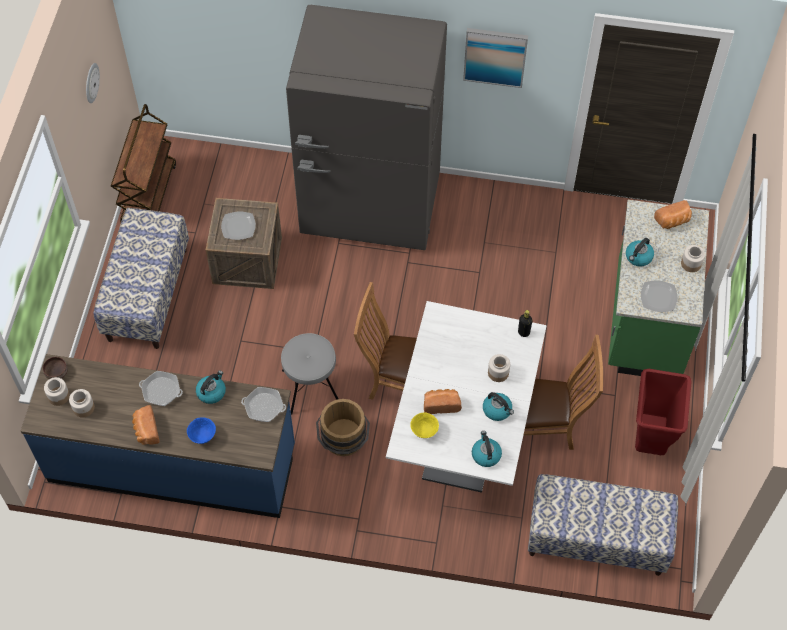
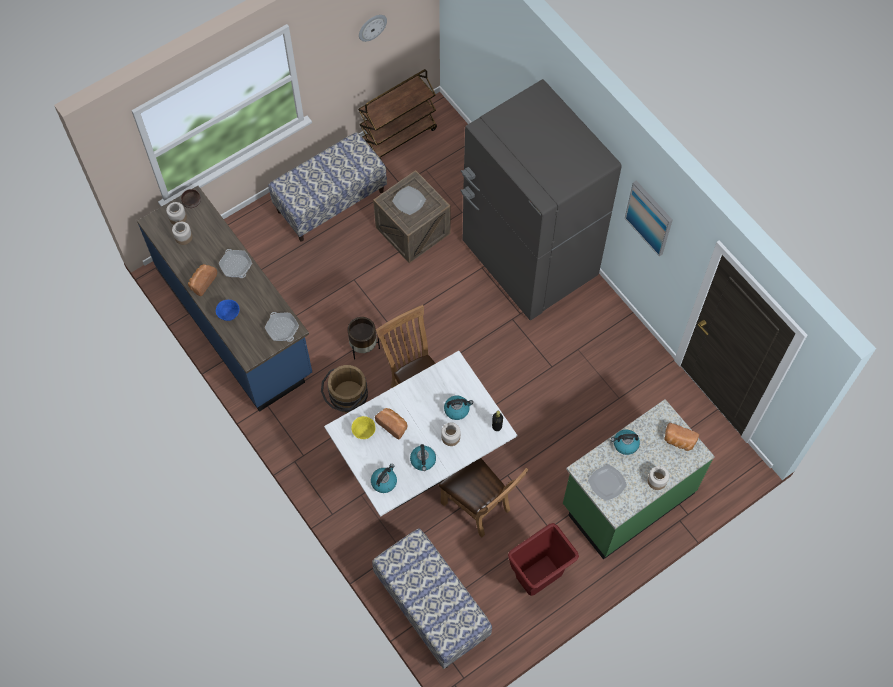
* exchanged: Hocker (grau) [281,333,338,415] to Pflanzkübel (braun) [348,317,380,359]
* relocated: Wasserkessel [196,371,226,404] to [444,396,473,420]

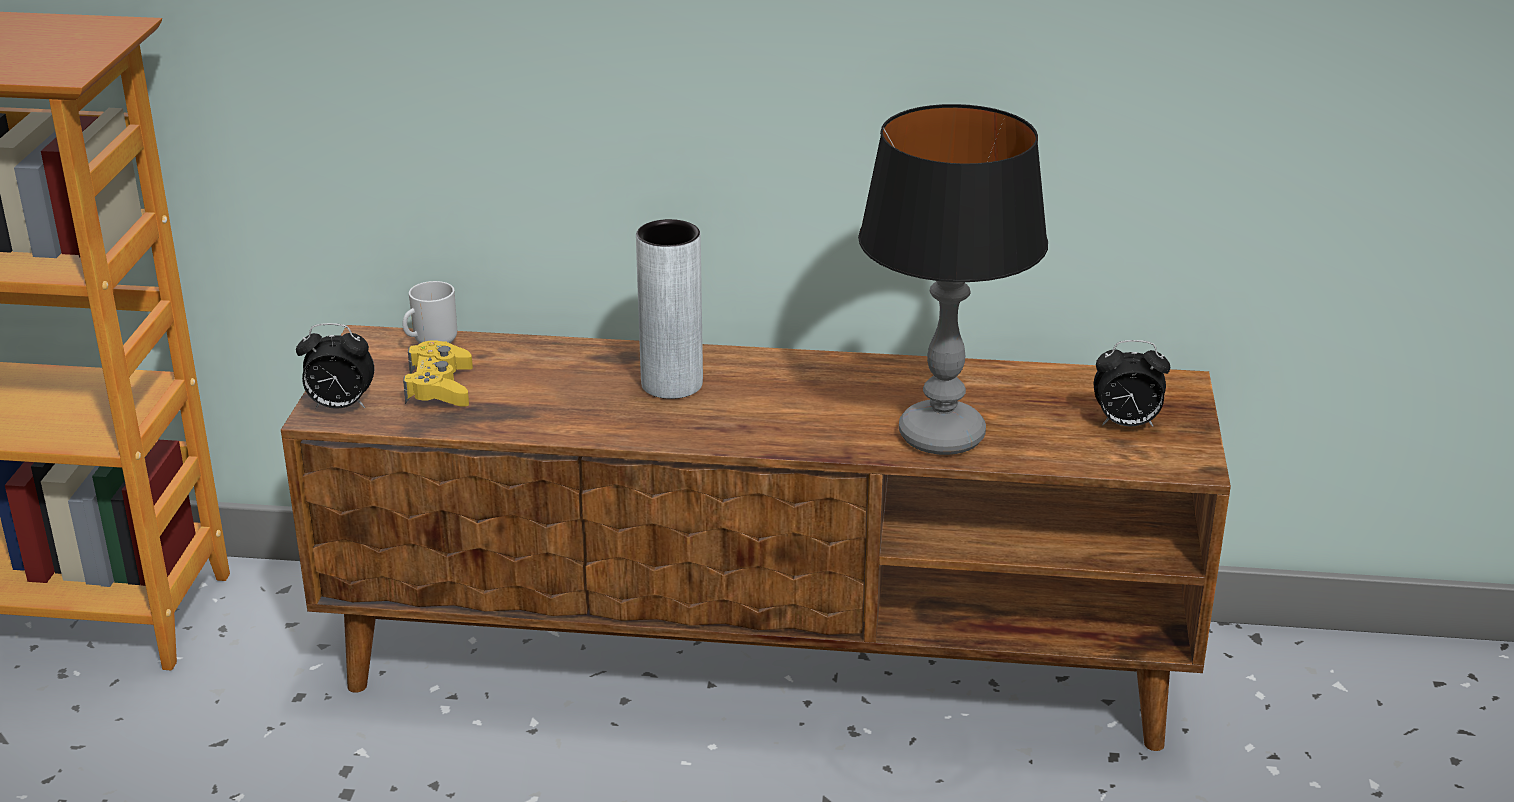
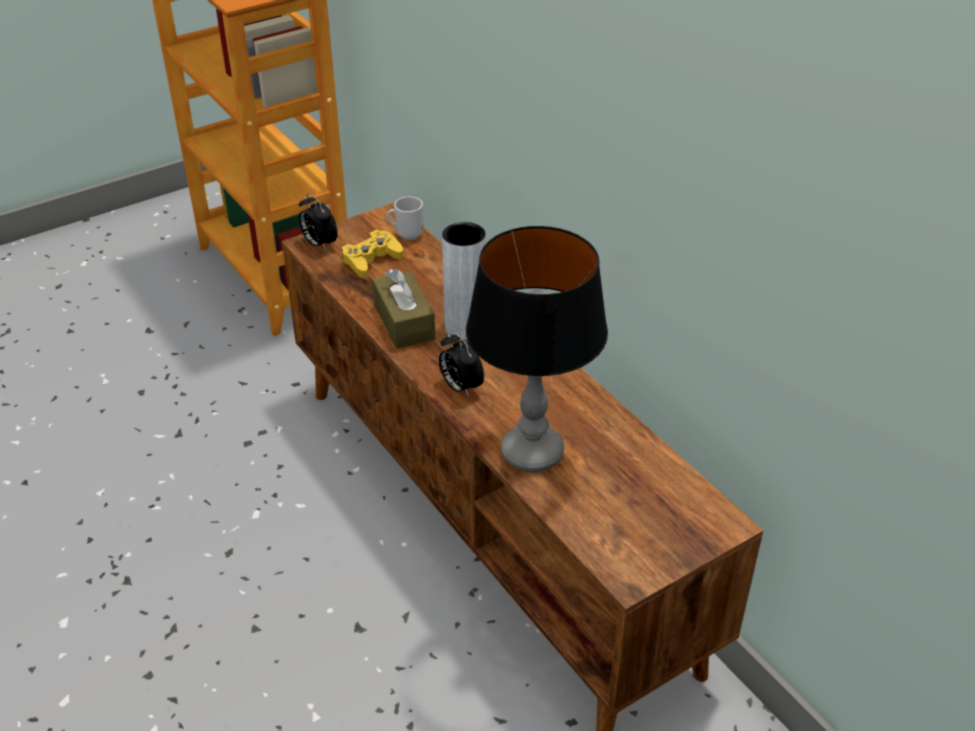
* appeared: Taschentuchbox (braun) [373,269,435,349]
* relocated: Wecker [1094,340,1170,427] to [439,332,484,397]

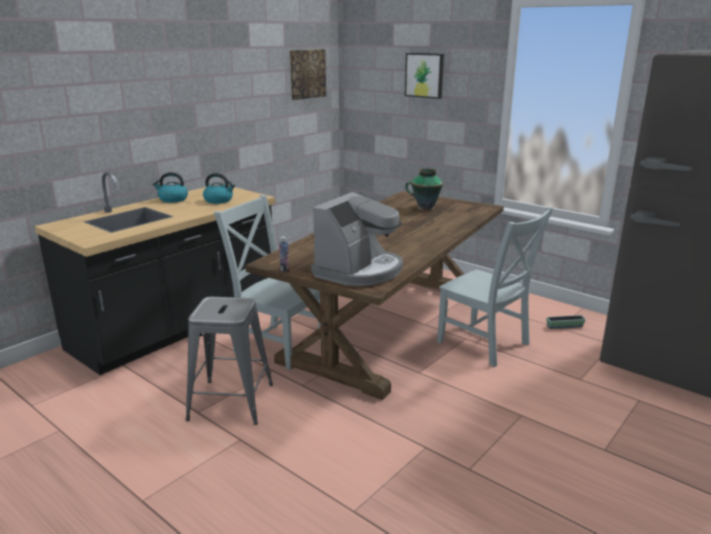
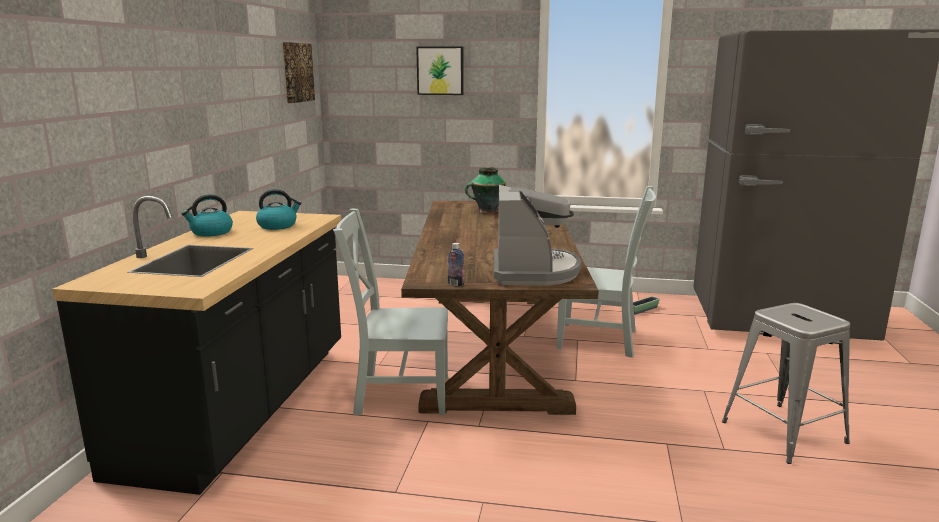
* relocated: Hocker (grau) [186,297,273,425] to [722,303,850,464]

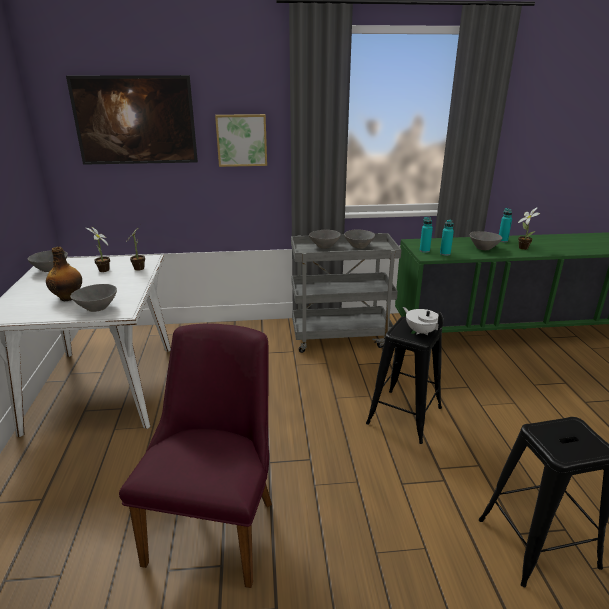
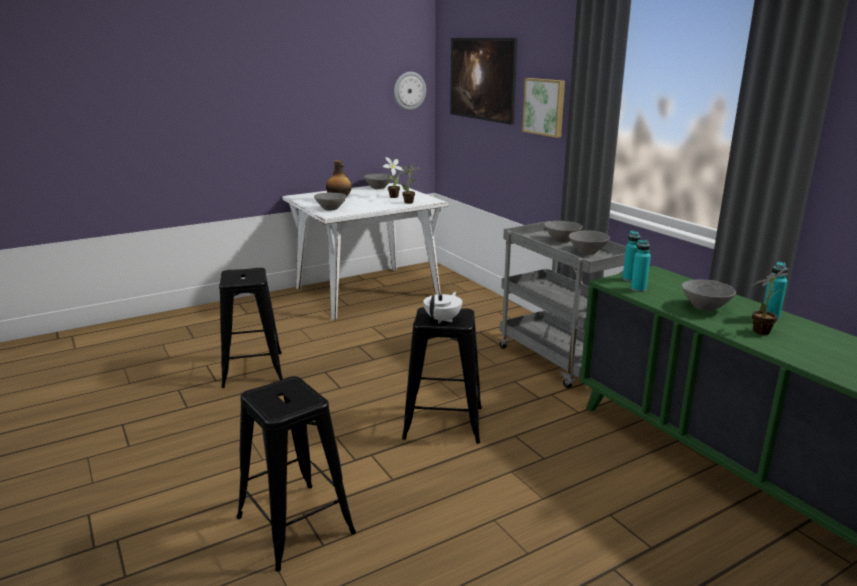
* exchanged: Stuhl (lila) [119,323,272,588] to Hocker (schwarz) [219,268,283,388]
* appeared: Wanduhr [394,72,426,110]

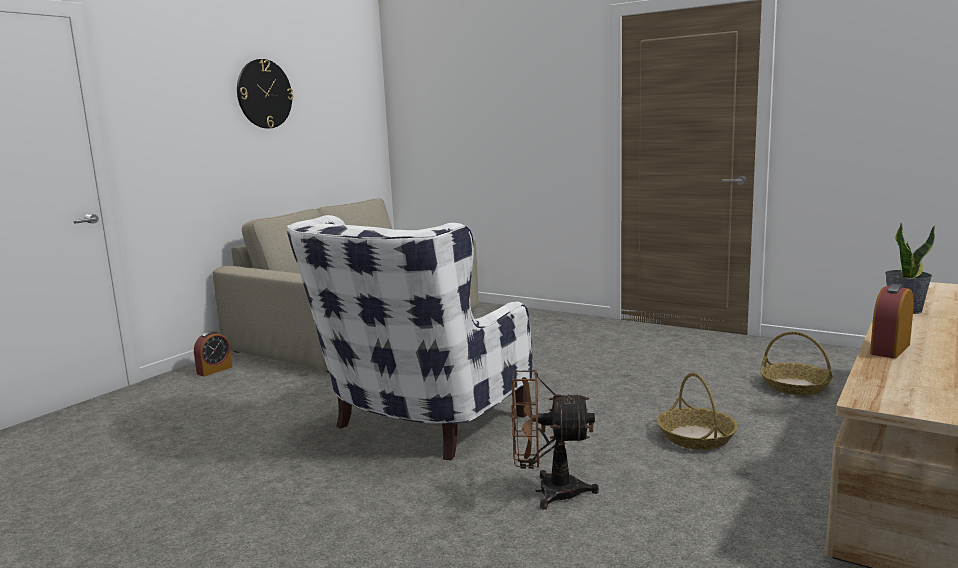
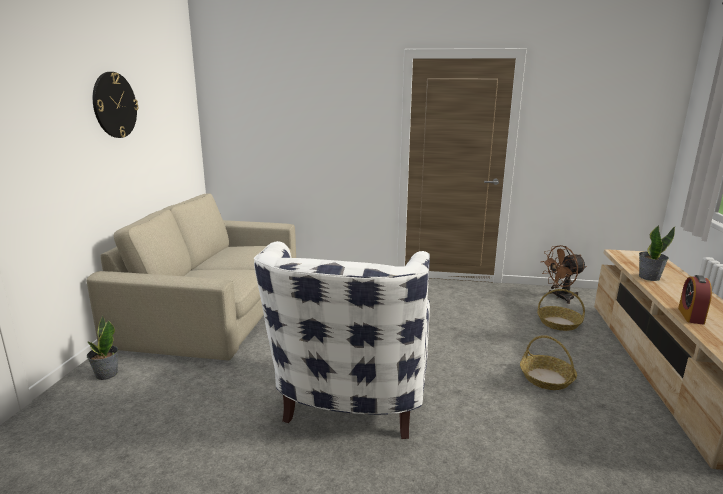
* exchanged: Wecker [194,331,232,376] to Topfpflanze [87,315,118,380]
* relocated: Ventilator (braun) [511,370,599,509] to [541,245,587,304]

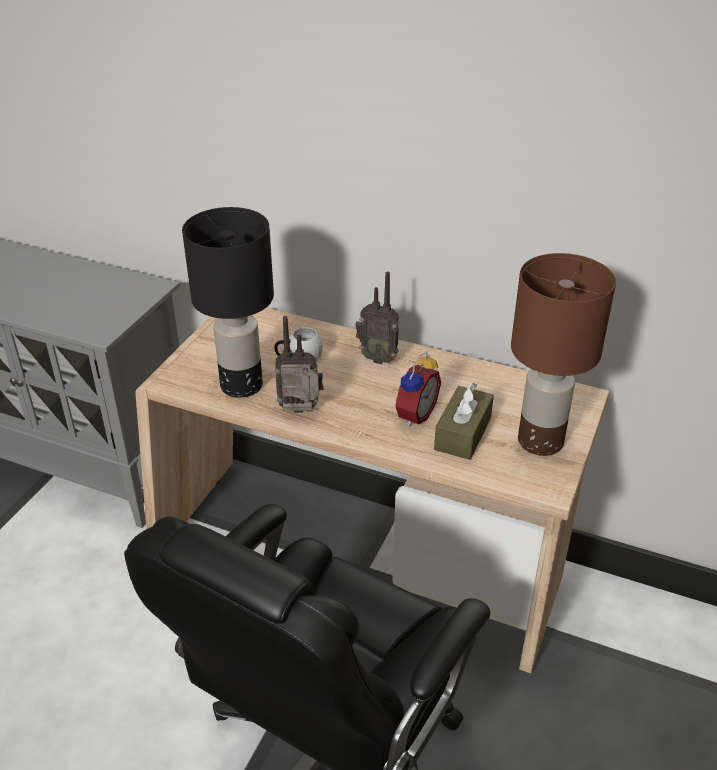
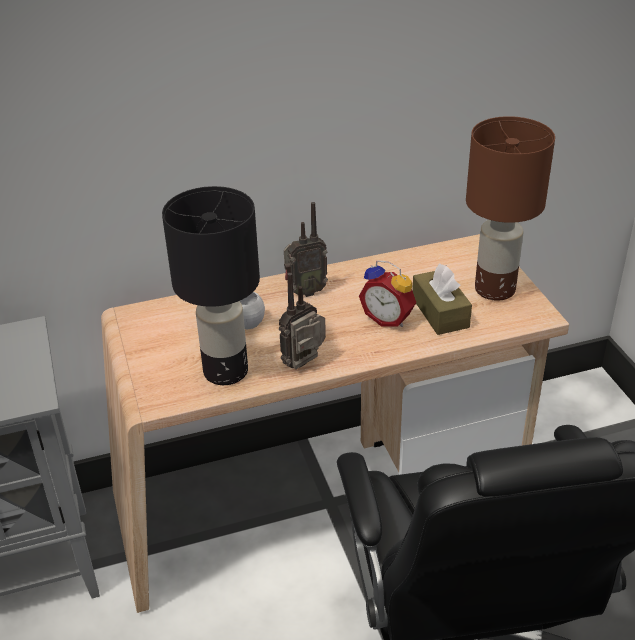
* spun: Wecker [392,352,441,427] = [359,260,416,327] 135 degrees clockwise

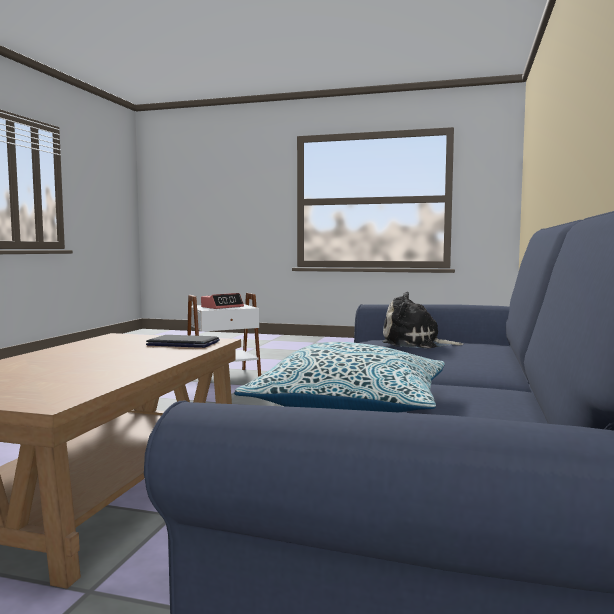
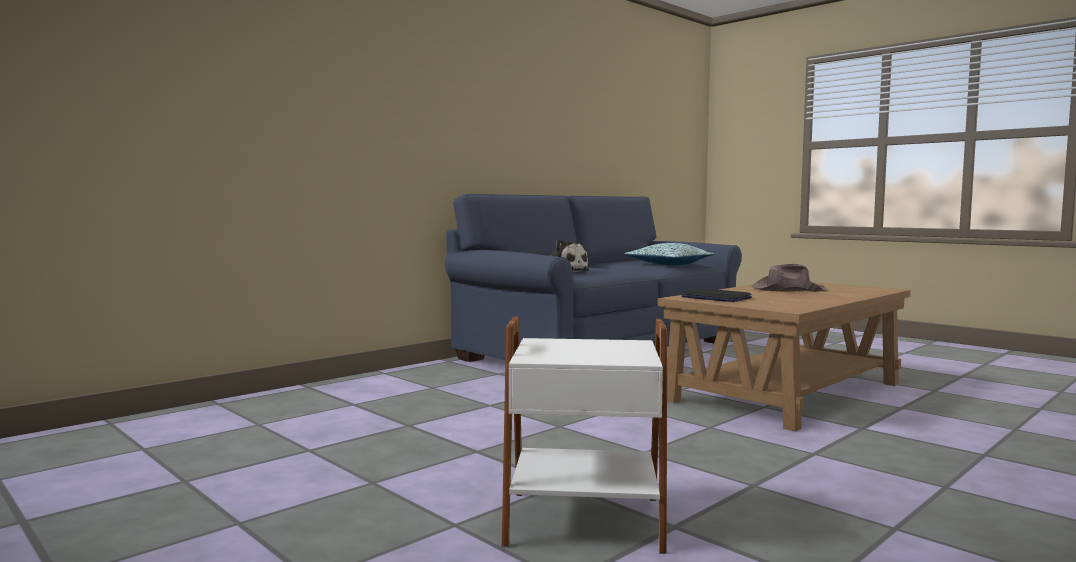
* appeared: Hut (braun) [751,264,827,292]
* missing: Wecker [201,293,244,309]

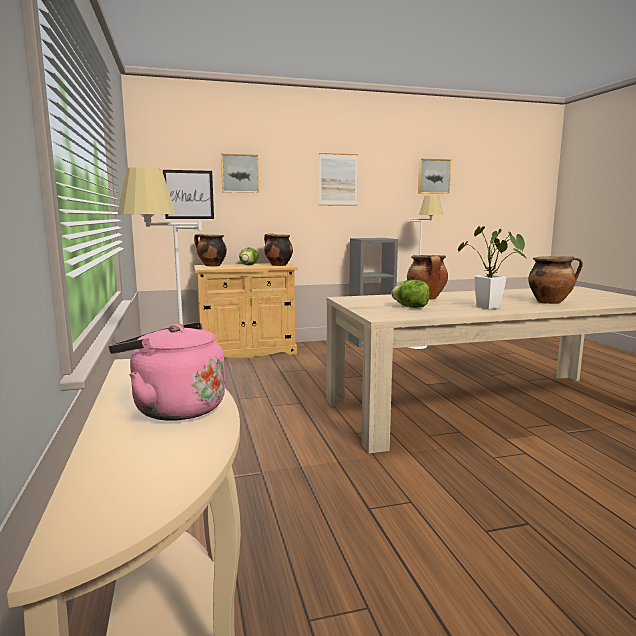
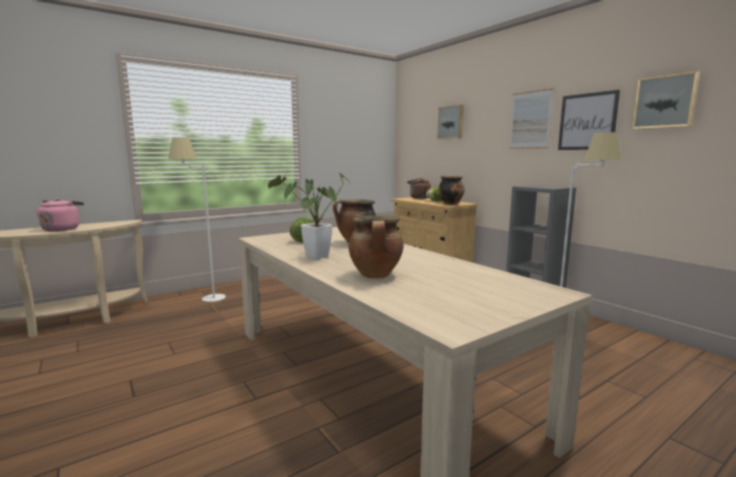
* exchanged: Kochtopf [194,234,227,266] to Wasserkessel (braun) [407,178,431,199]
* relocated: Bild [163,170,214,219] to [558,90,620,150]

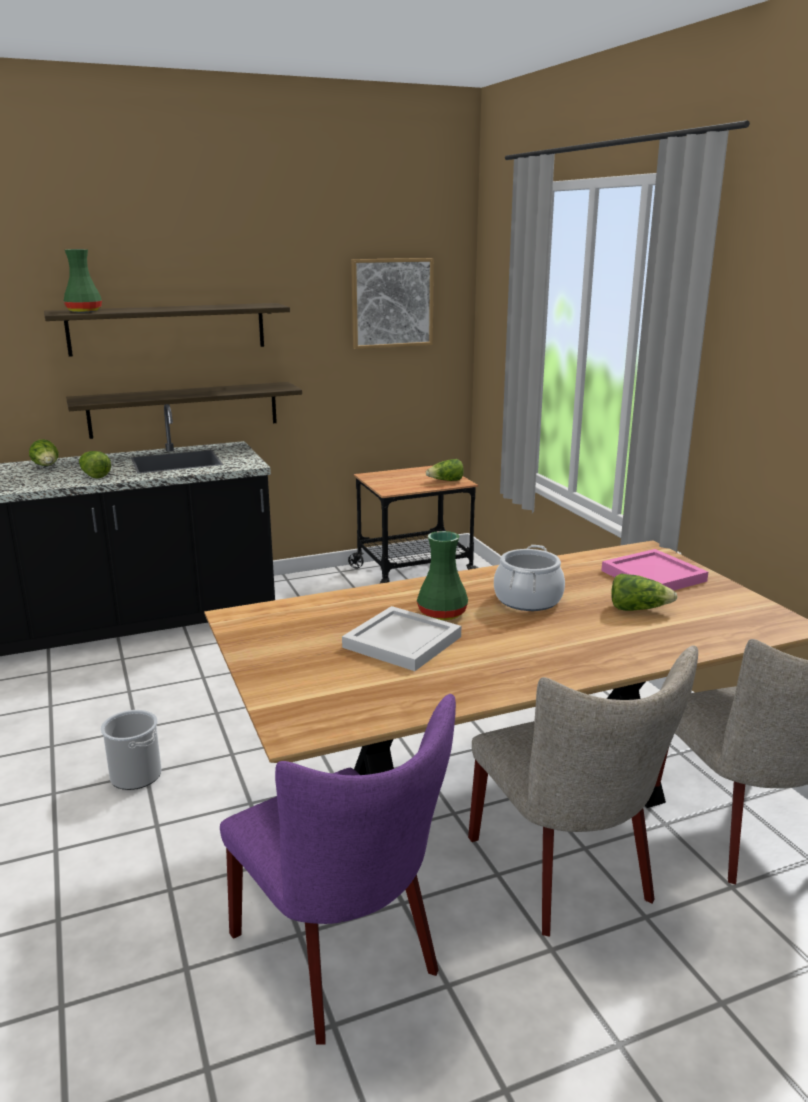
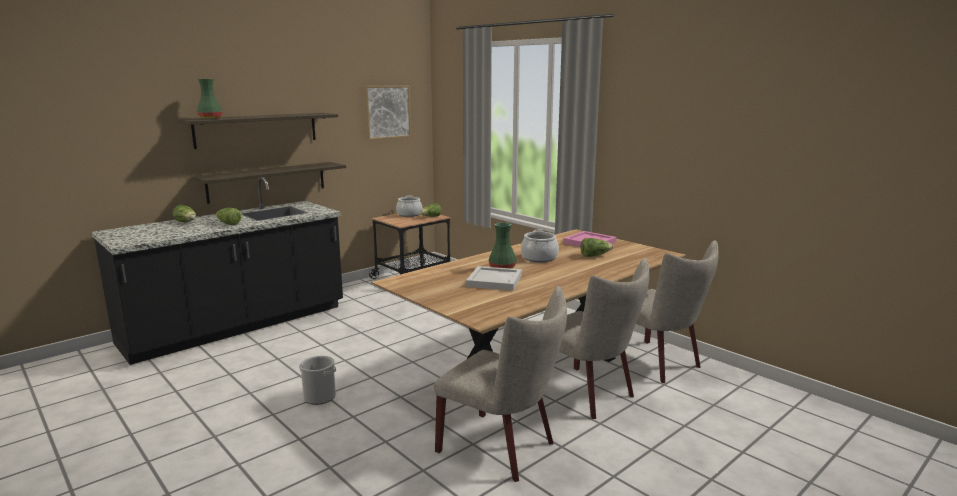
* appeared: Kochtopf [396,195,422,217]
* colour: Stuhl (lila) [220,694,456,1045] to Stuhl (beige) [434,286,567,482]

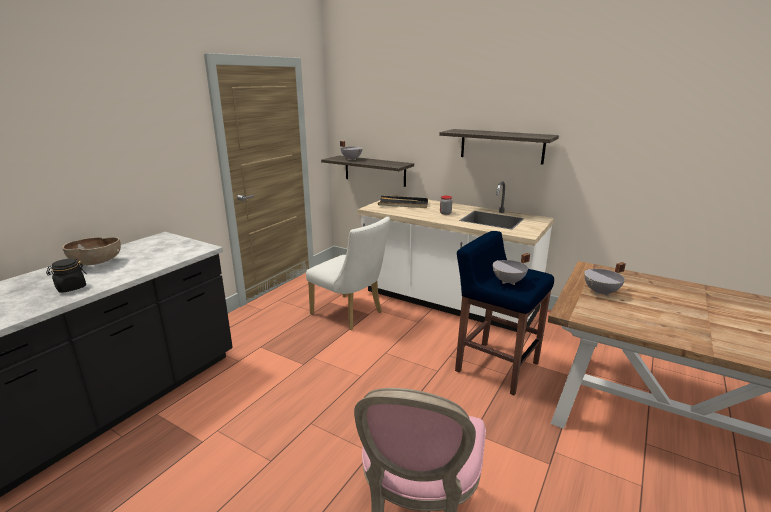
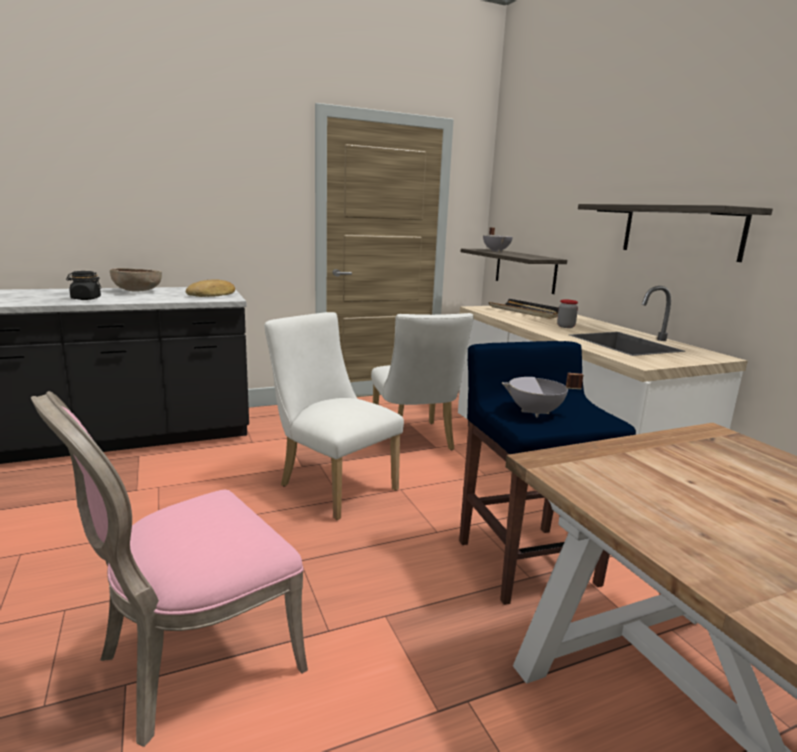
* appeared: Brot [186,279,235,297]
* appeared: Stuhl (weiß) [264,312,404,520]
* missing: Kochtopf (grau) [584,262,626,296]

